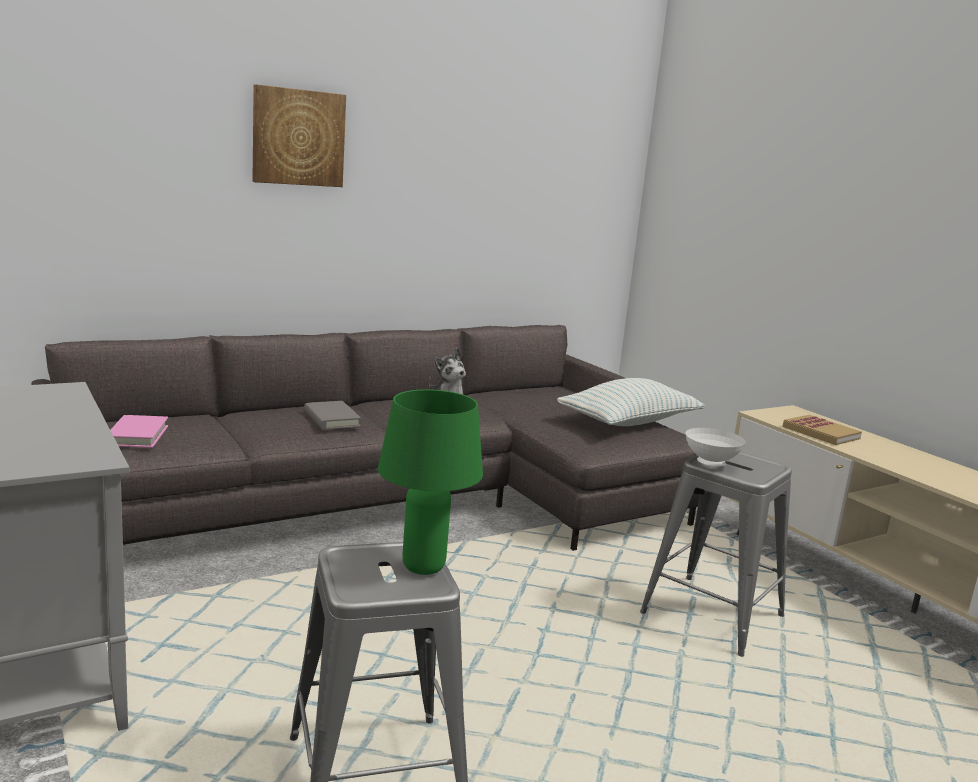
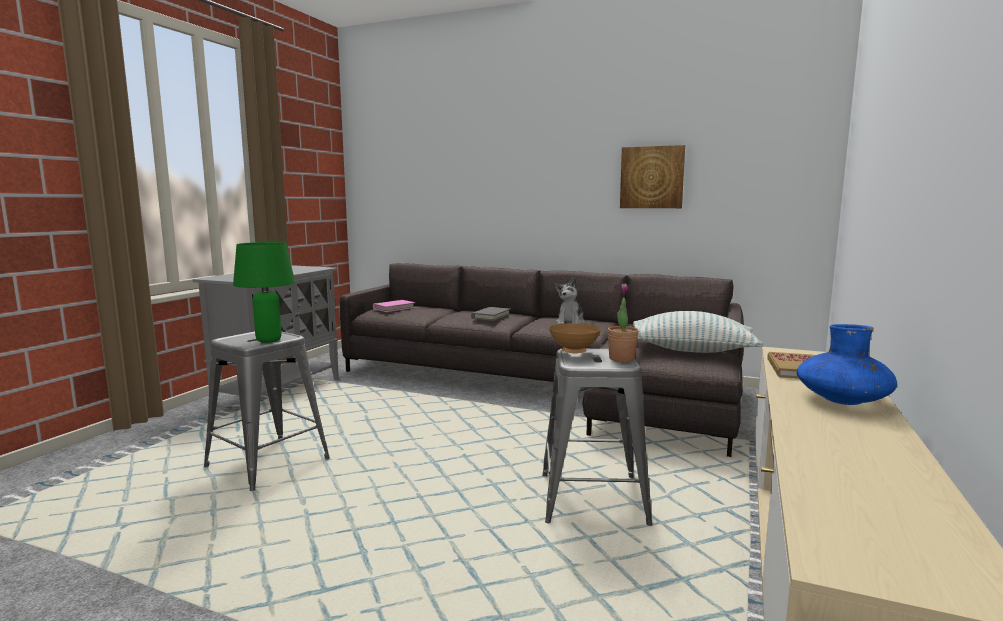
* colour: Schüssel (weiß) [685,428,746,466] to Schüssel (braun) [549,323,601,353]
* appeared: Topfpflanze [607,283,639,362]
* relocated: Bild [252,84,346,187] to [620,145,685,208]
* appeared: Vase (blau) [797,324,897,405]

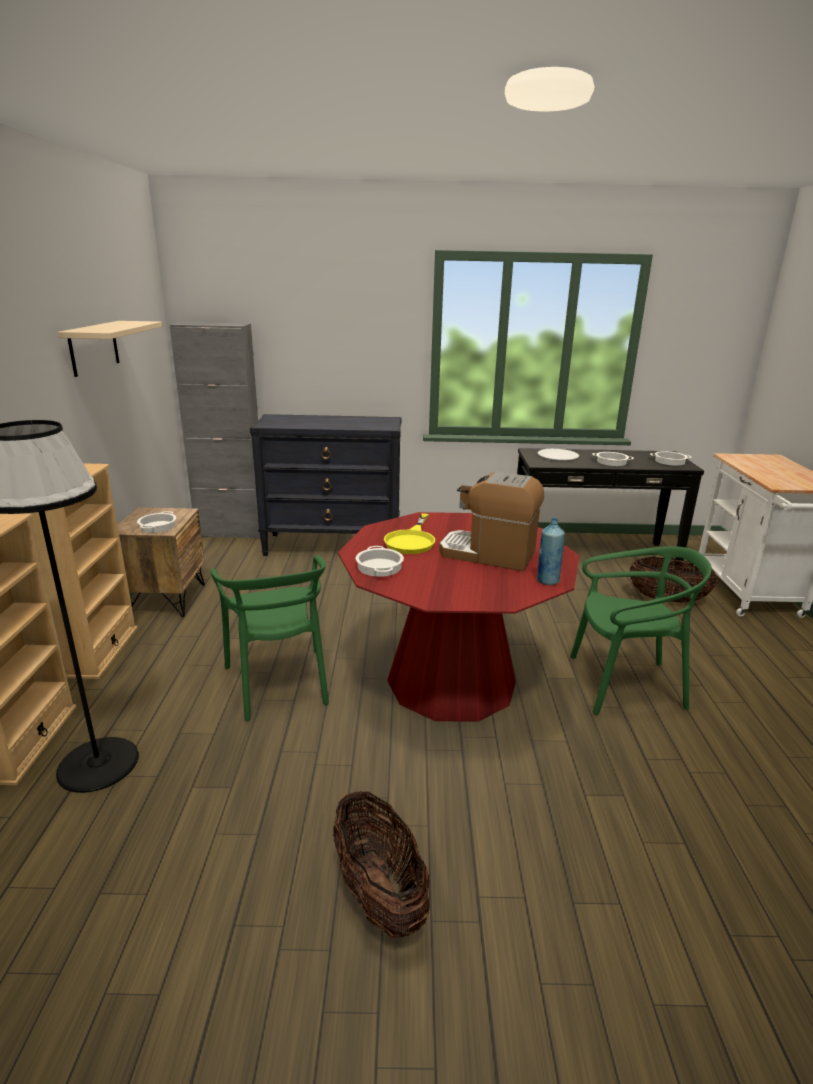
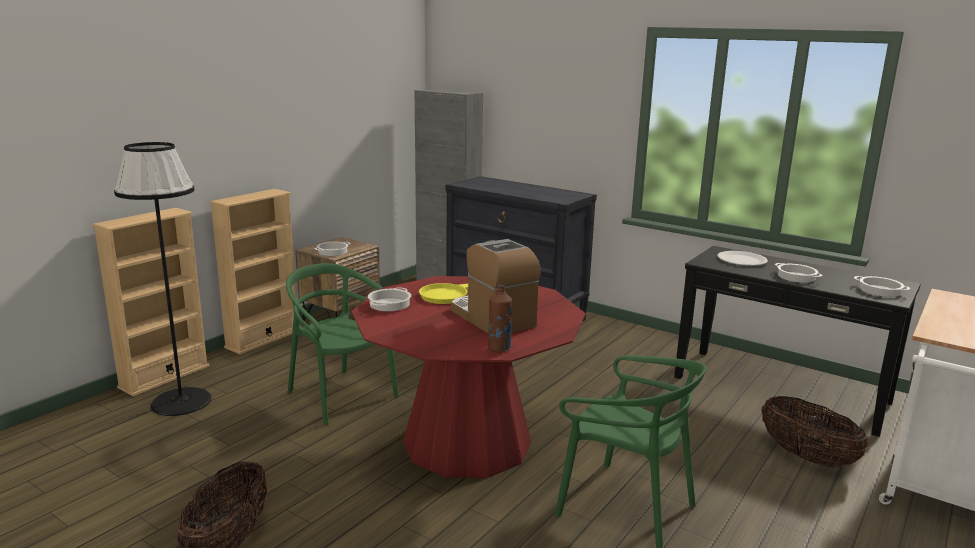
* spun: Stuhl (grün) [210,555,329,721] = [286,263,399,425] 120 degrees clockwise
* colour: Flasche (blau) [537,518,565,585] to Flasche (braun) [488,285,512,353]
* missing: Wandregal (beige) [57,321,162,377]

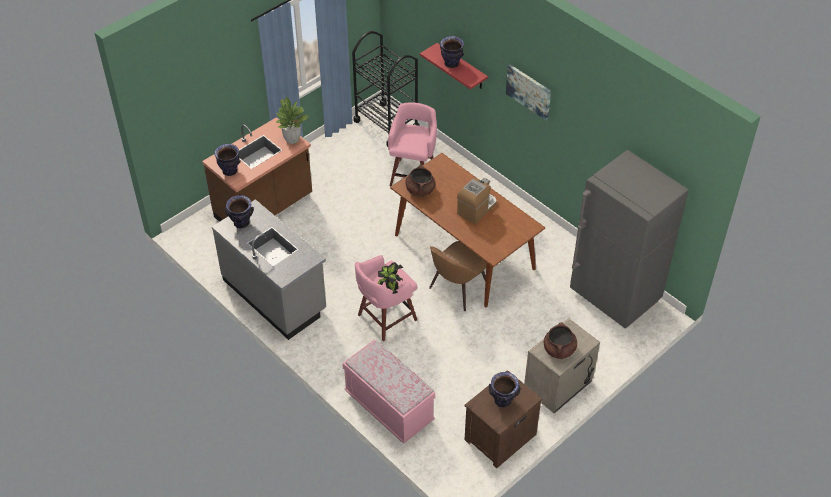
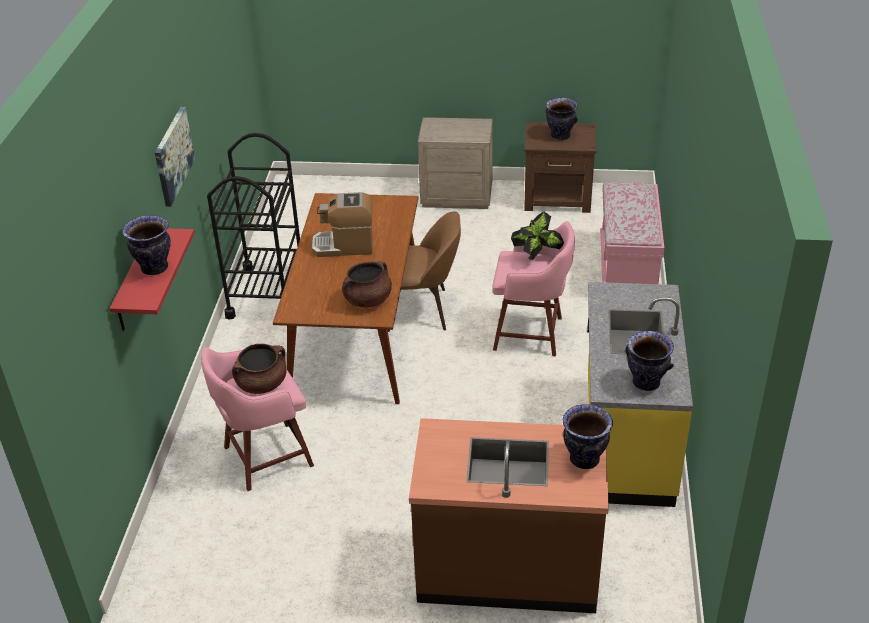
* relocated: Rollwagen (schwarz) [352,31,420,147] to [207,133,300,320]
* relocated: Kochtopf (braun) [544,322,577,359] to [232,344,286,394]
* colour: Küchenzeile (grau) [212,199,326,340] to Küchenzeile (gelb) [587,282,693,507]
* missing: Topfpflanze [276,96,309,144]
* missing: Kühlschrank (grau) [570,150,689,329]

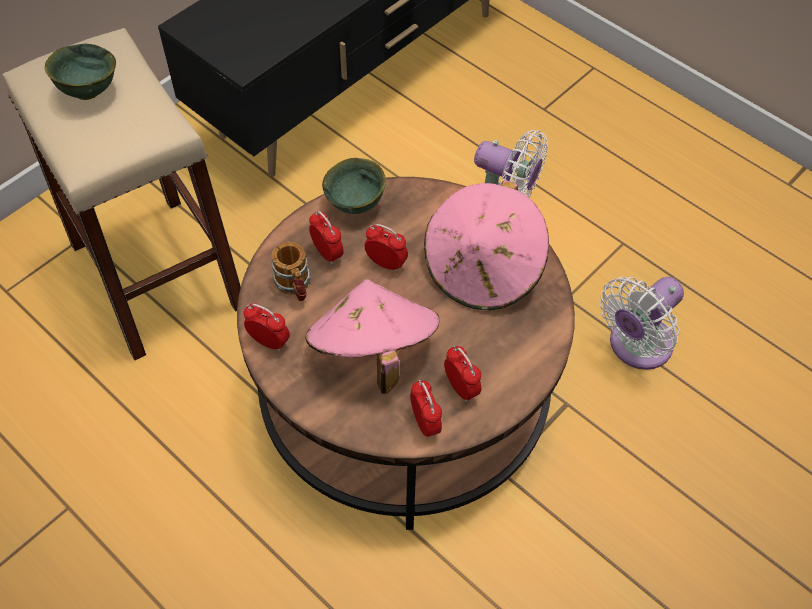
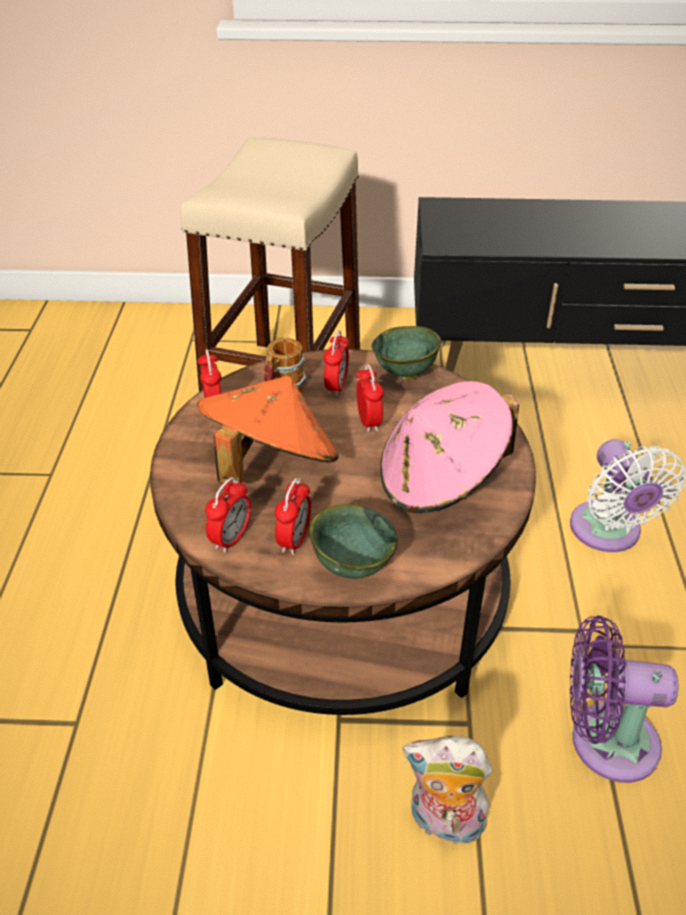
* colour: Hut (rosa) [306,279,440,394] to Hut (orange) [197,376,339,484]
* relocated: Schüssel (grün) [45,44,116,100] to [310,504,398,579]
* appeared: Plüschtier [403,736,493,850]
* colour: Ventilator (weiß) [600,277,684,370] to Ventilator (lila) [570,616,679,783]

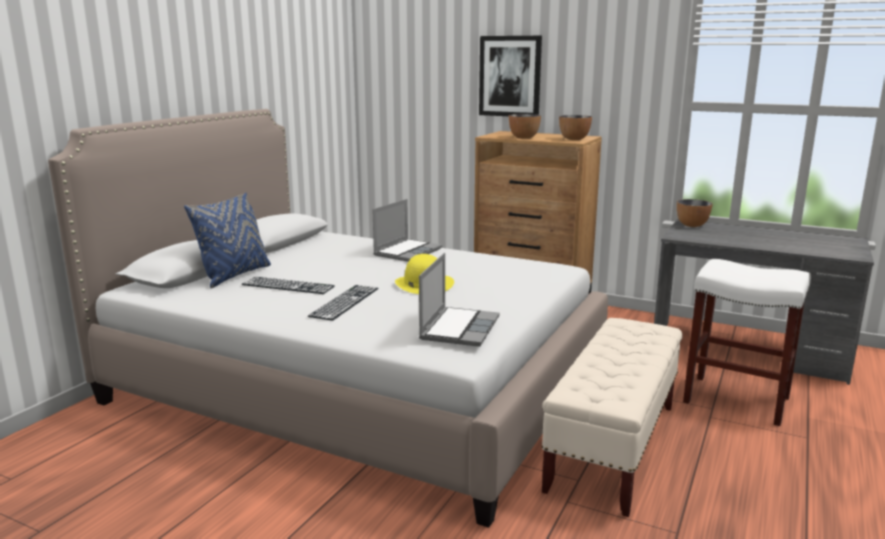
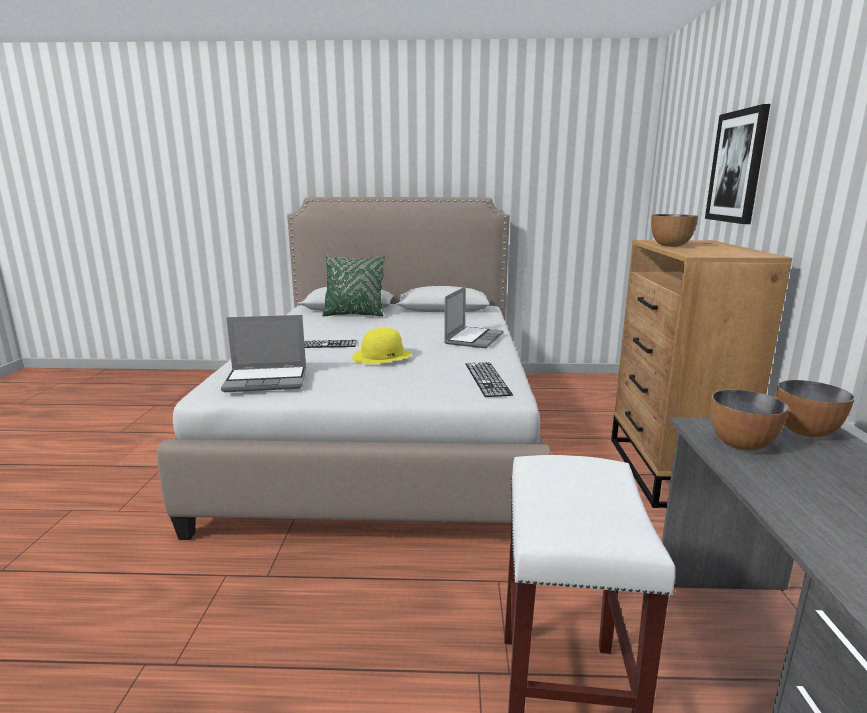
* colour: Kissen (blau) [184,193,271,288] to Kissen (grün) [322,255,385,317]
* spun: Laptop [372,199,442,262] = [444,287,503,348] 75 degrees counterclockwise
* relocated: Tastatur [242,277,335,294] to [466,362,513,397]
* relocated: Schüssel [559,115,592,140] to [711,390,789,450]
* missing: Bank (beige) [542,318,683,517]

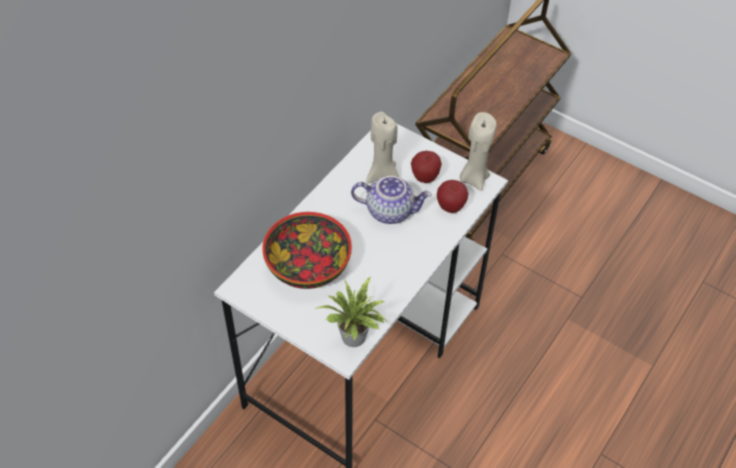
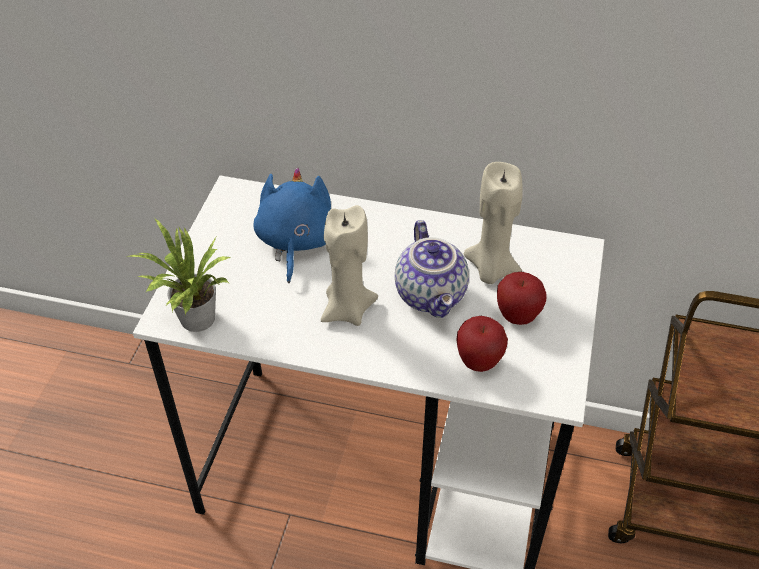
* exchanged: Schüssel [262,212,352,289] to Plüschtier (blau) [254,167,331,283]
* relocated: Kerze (beige) [460,112,497,191] to [321,205,378,326]

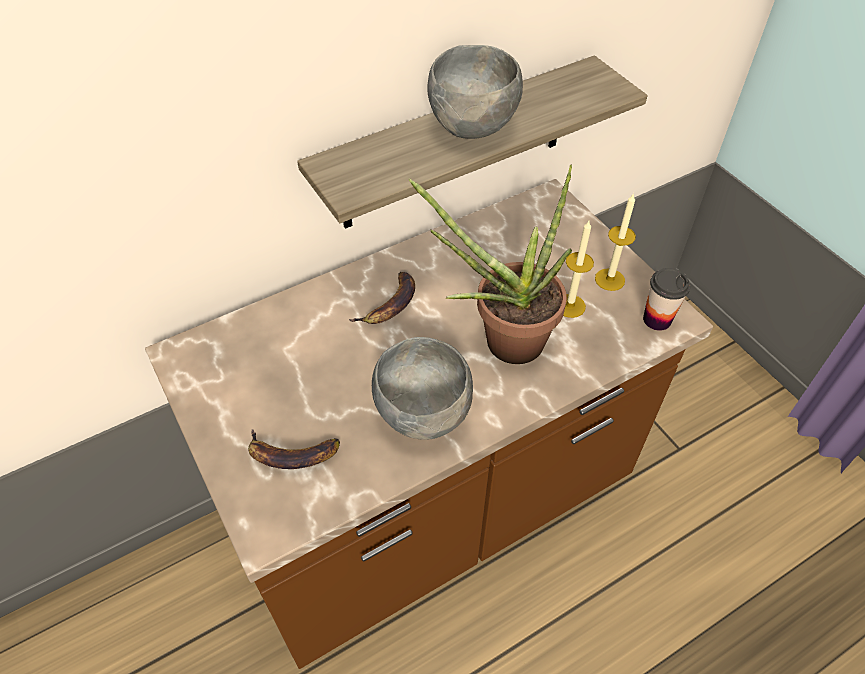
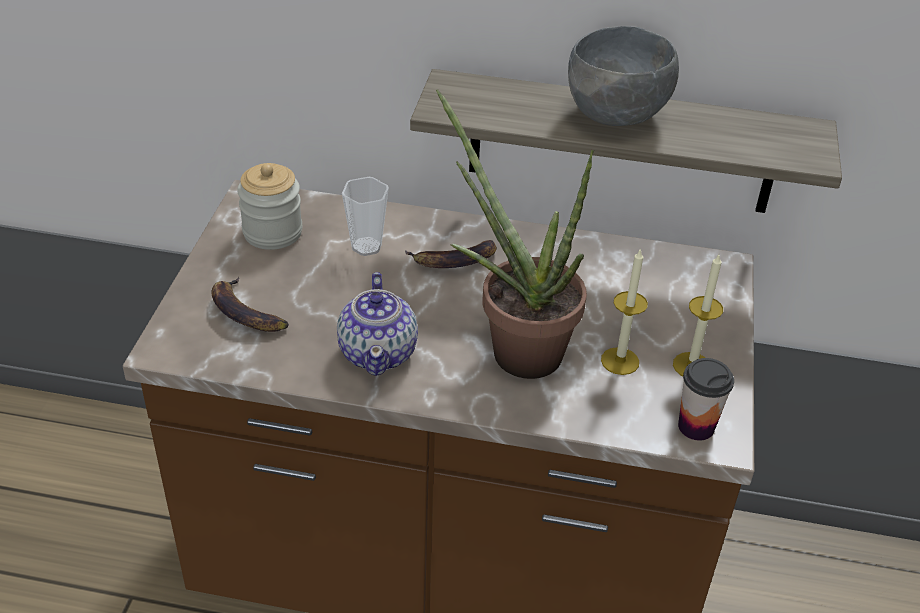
* appeared: Vorratsglas [237,163,303,250]
* exchanged: Schüssel (grau) [372,337,473,440] to Teekanne [337,272,418,376]
* appeared: Tasse [342,177,389,256]

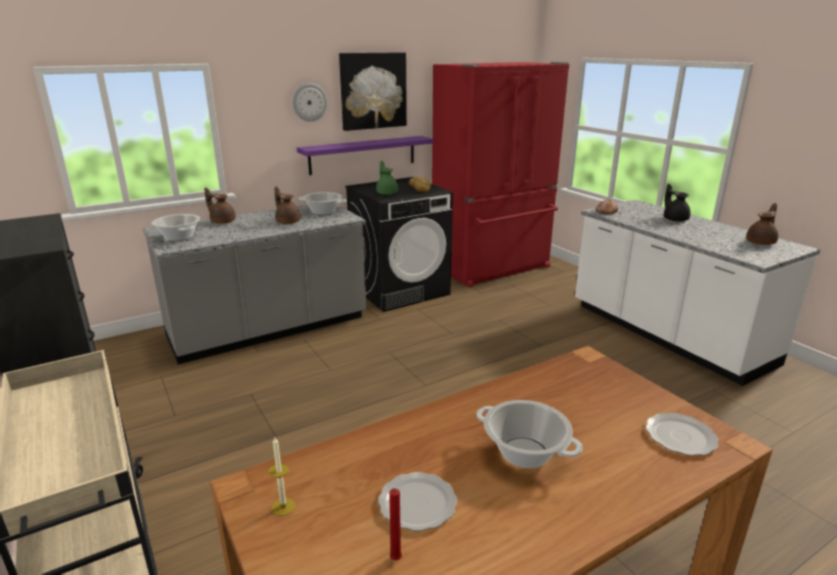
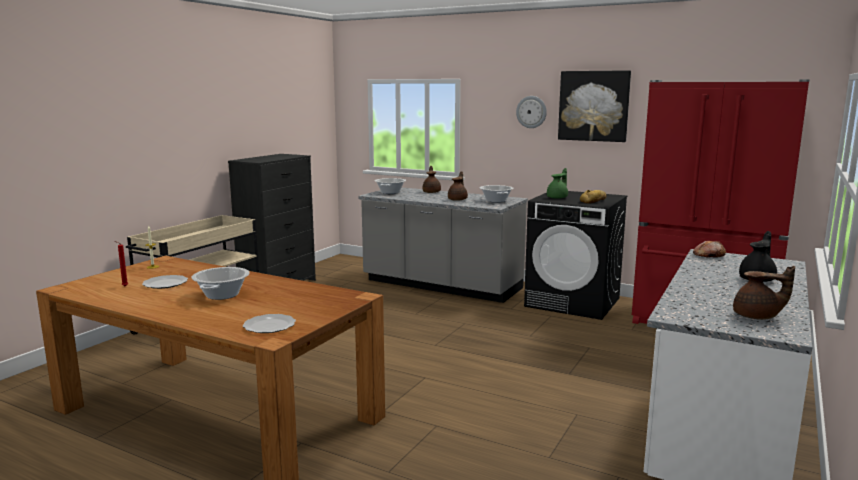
* missing: Wandregal (lila) [297,136,433,175]

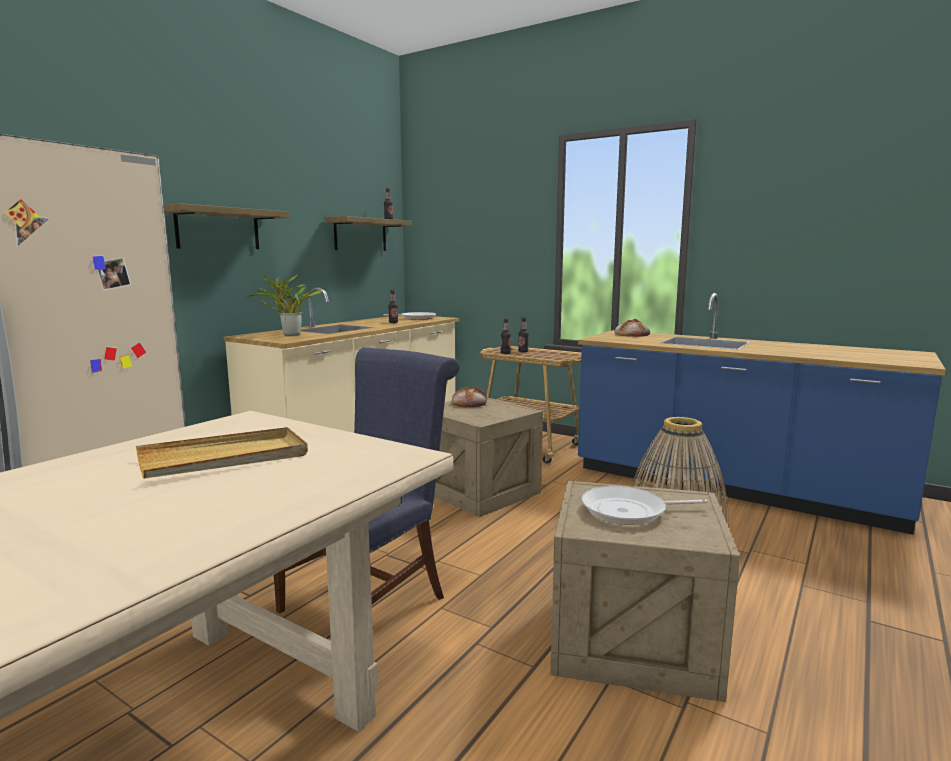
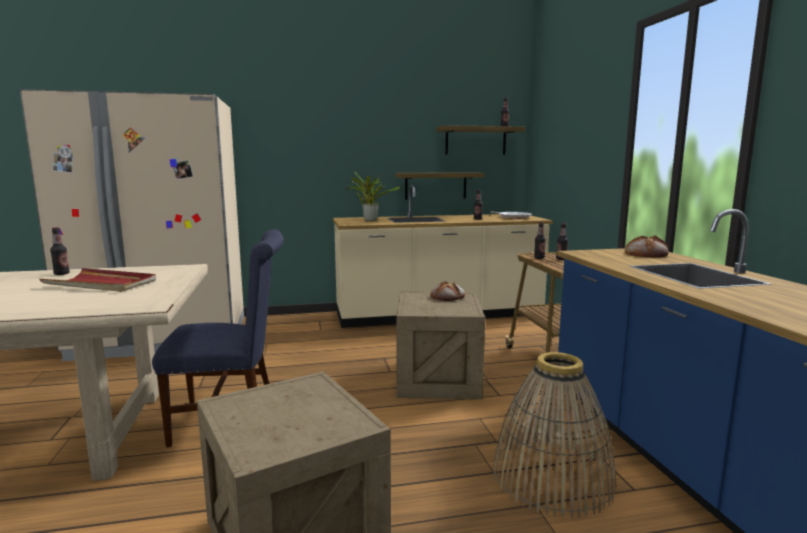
* colour: Tablett (beige) [136,427,308,479] to Tablett (rot) [40,268,156,292]
* appeared: Flasche [50,227,70,275]
* relocated: Wandregal [164,203,290,249] to [395,172,484,200]
* missing: Pfanne [582,486,708,525]

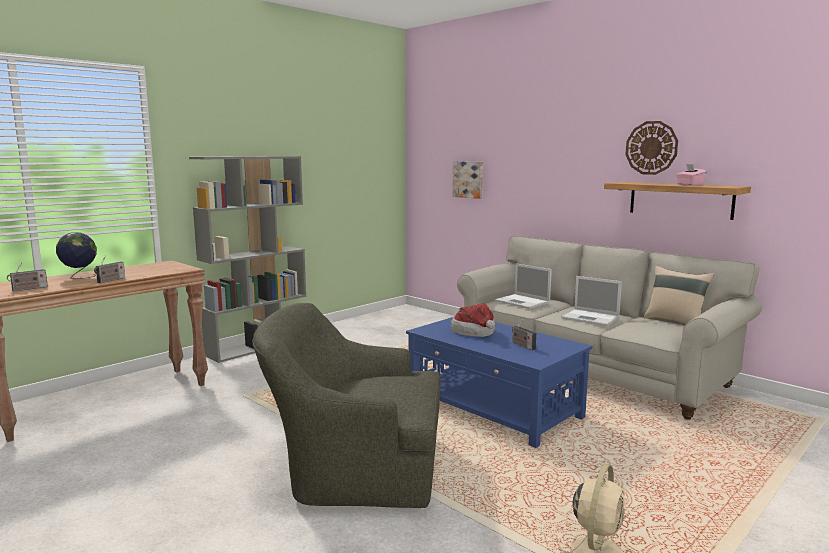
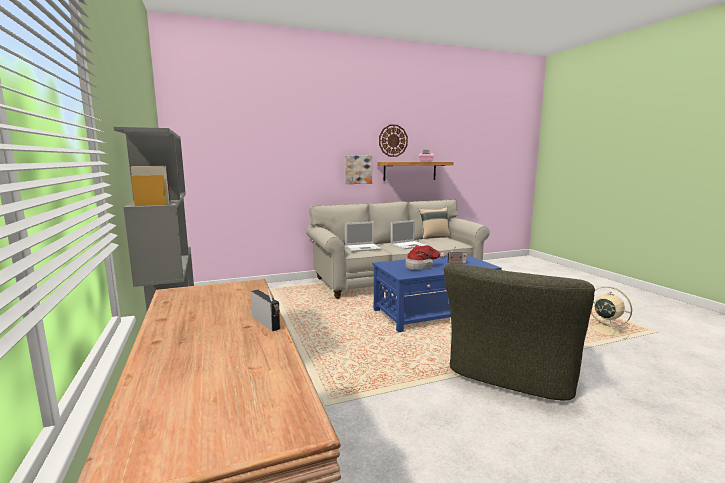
* relocated: Bild [452,161,483,199] to [345,156,372,184]
* missing: Radio [7,262,48,291]
* missing: Globus [56,232,97,279]

